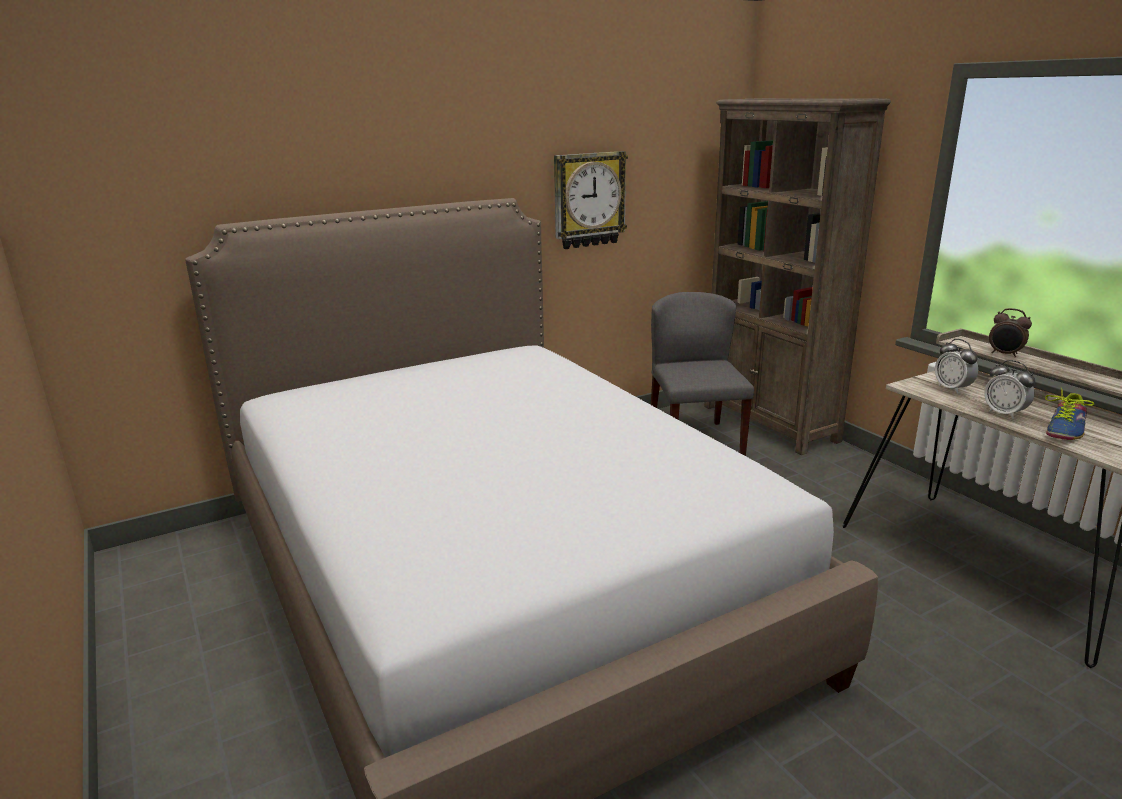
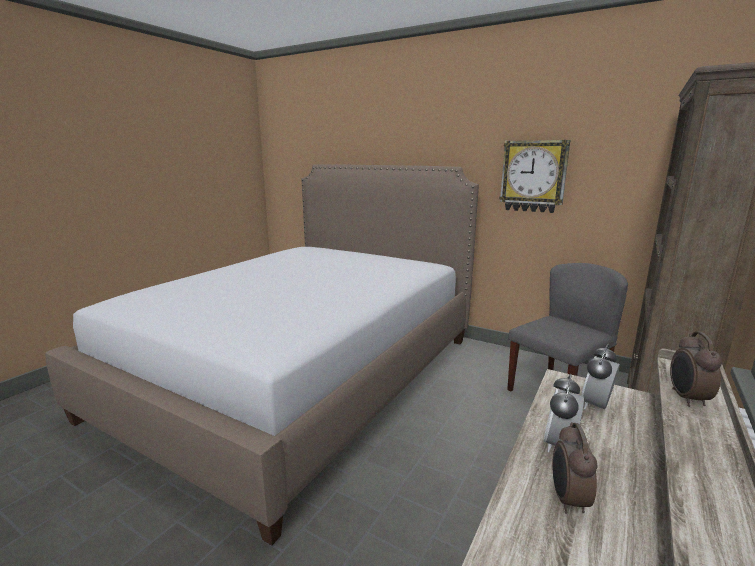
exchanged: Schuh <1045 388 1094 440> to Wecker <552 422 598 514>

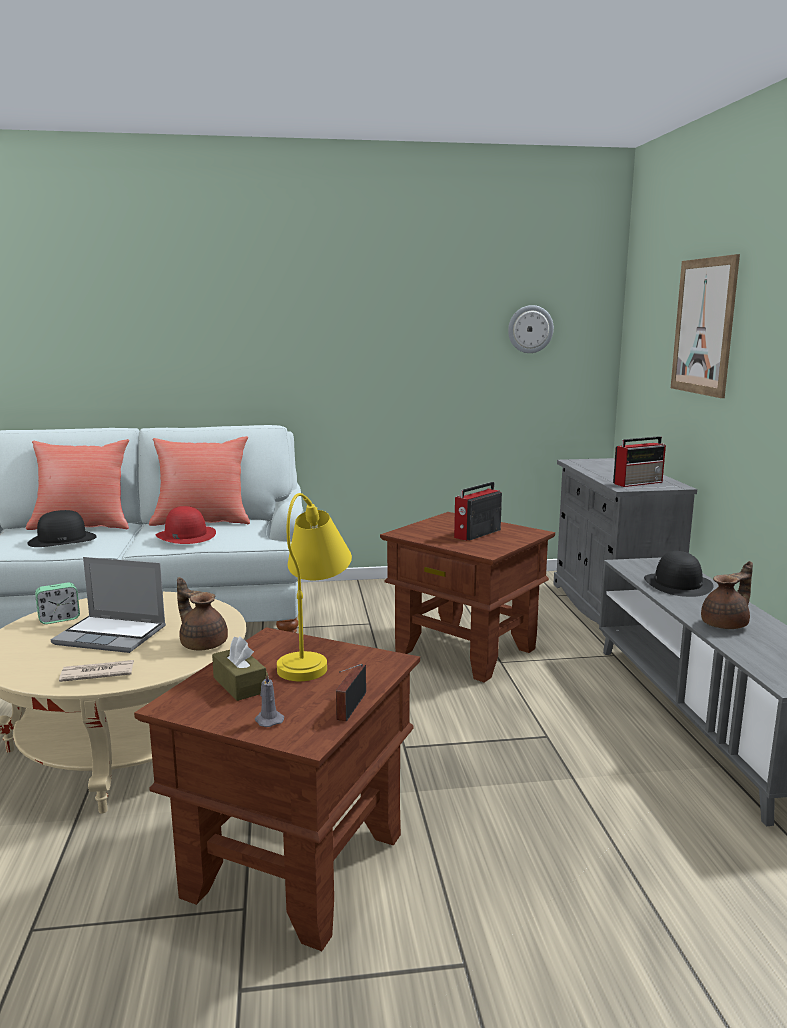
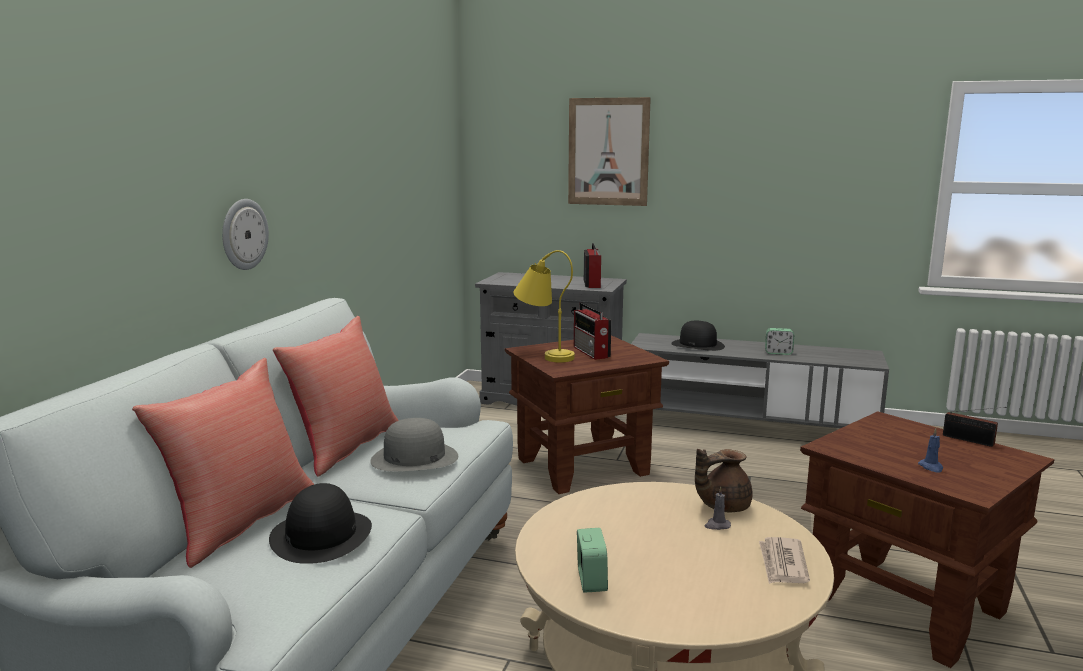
missing: Laptop <51 557 166 653>
relocated: Kerze/grau <255 672 284 727> to <705 486 731 530>; Tischlampe/gelb <277 493 352 681> to <513 250 575 362>; Wanduhr <508 305 554 353> to <222 199 269 270>
exchanged: Taschentuchbox/braun <212 636 266 701> to Kerze/blau <918 428 943 473>; Teekanne/braun <701 561 753 629> to Wecker <765 328 794 355>
colour: Hut/rot <155 506 216 544> to Hut/grau <370 418 458 471>

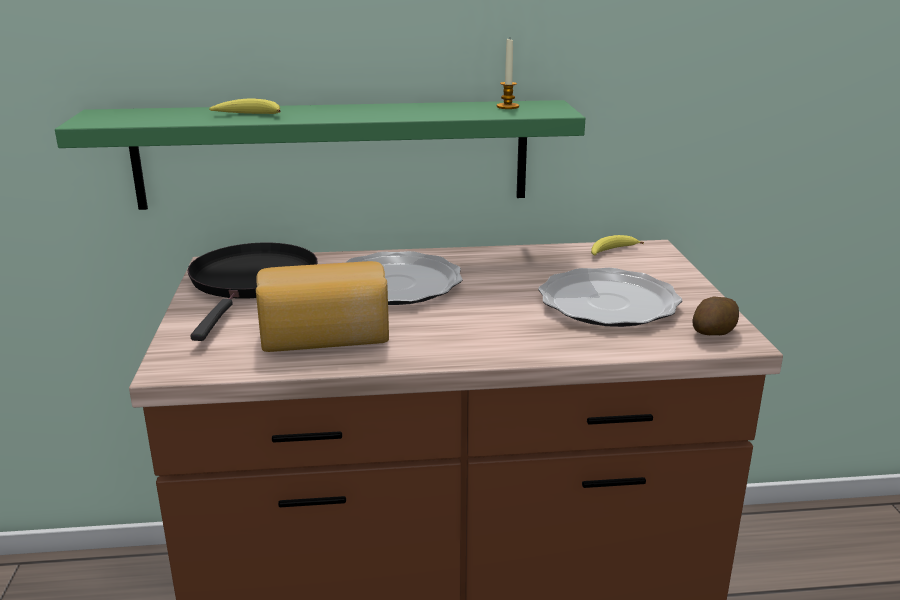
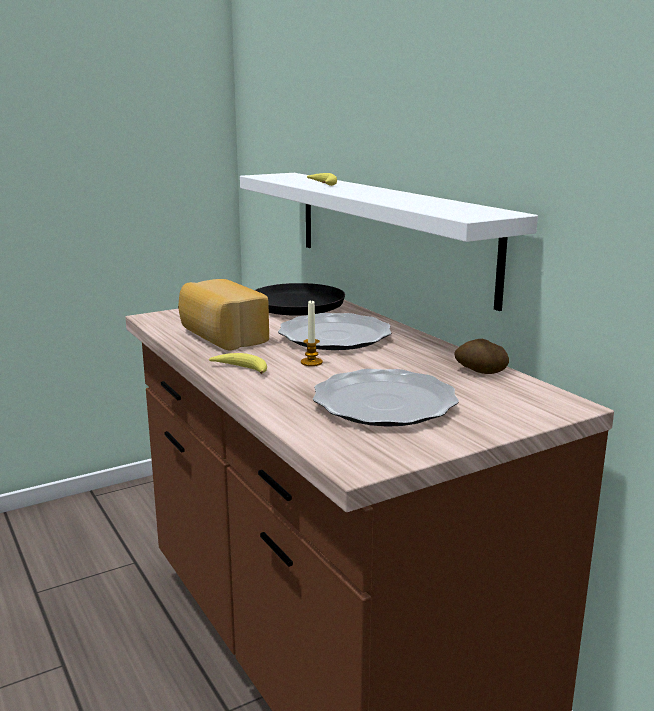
relocated: Kerze <497 39 519 109> to <301 299 323 366>; Banane <591 235 644 256> to <209 353 267 374>; Kartoffel <692 296 739 335> to <454 339 509 374>
colour: Wandregal/grün <55 100 585 210> to Wandregal/weiß <240 173 538 311>

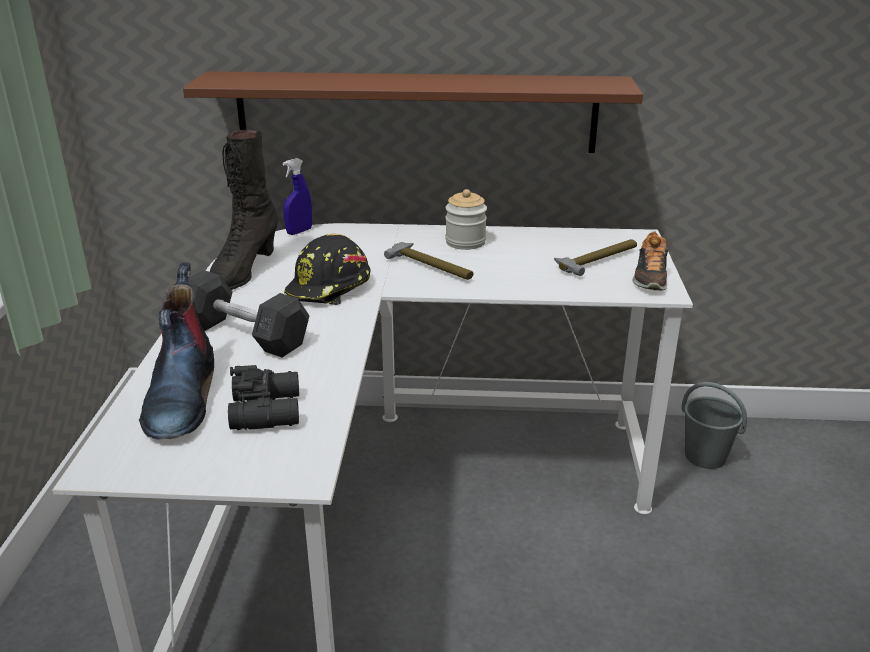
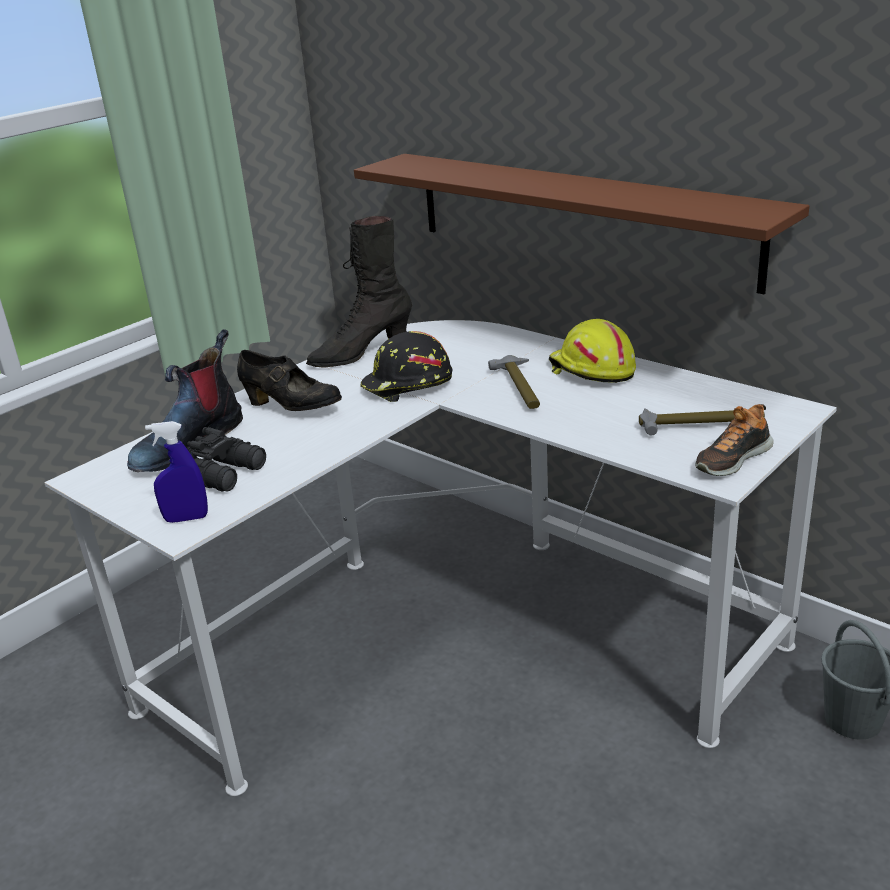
relocated: Sprühflasche/blau <283 158 312 235> to <145 421 208 523>
exchanged: Hantel/grau <189 270 309 358> to Schuh/schwarz <237 350 342 411>; Vorratsglas <445 189 487 250> to Schutzhelm/gelb <549 319 636 383>

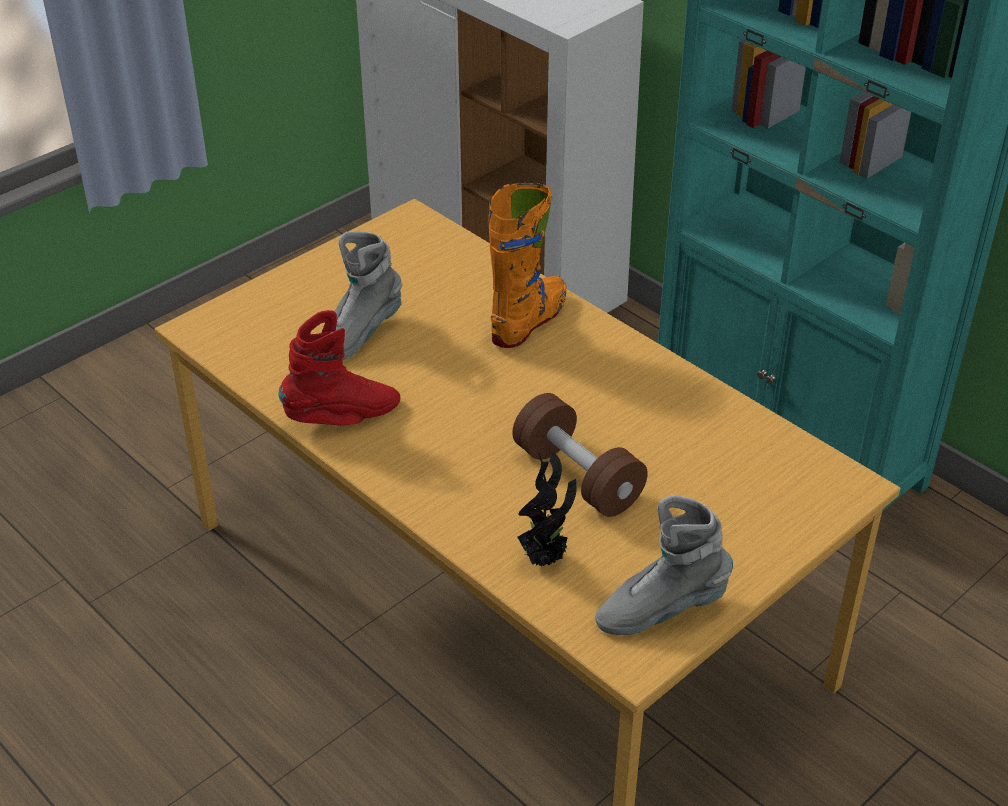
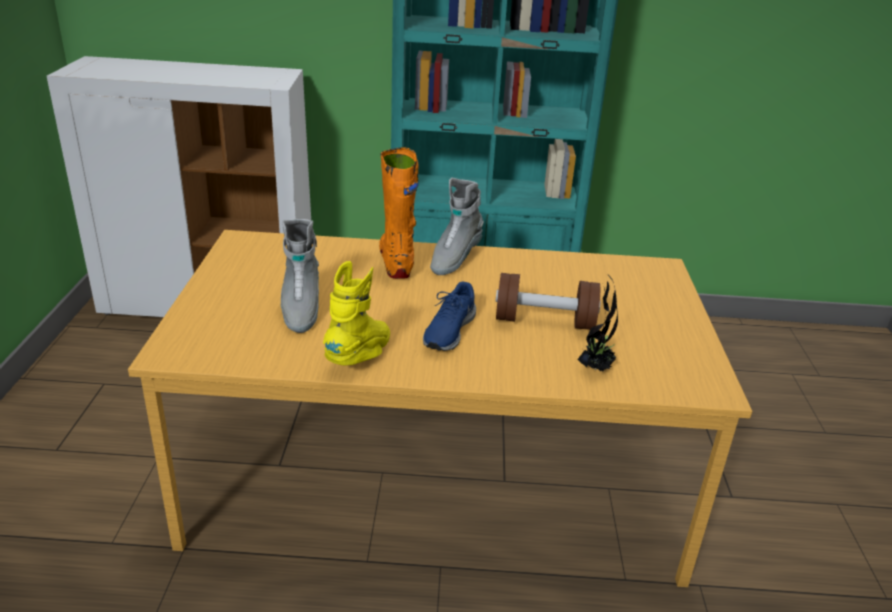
appeared: Schuh/blau <423 281 476 351>
relocated: Stiefel/grau <595 495 733 635> to <430 178 484 275>
colour: Stiefel/rot <278 310 401 425> to Stiefel/gelb <323 261 390 365>

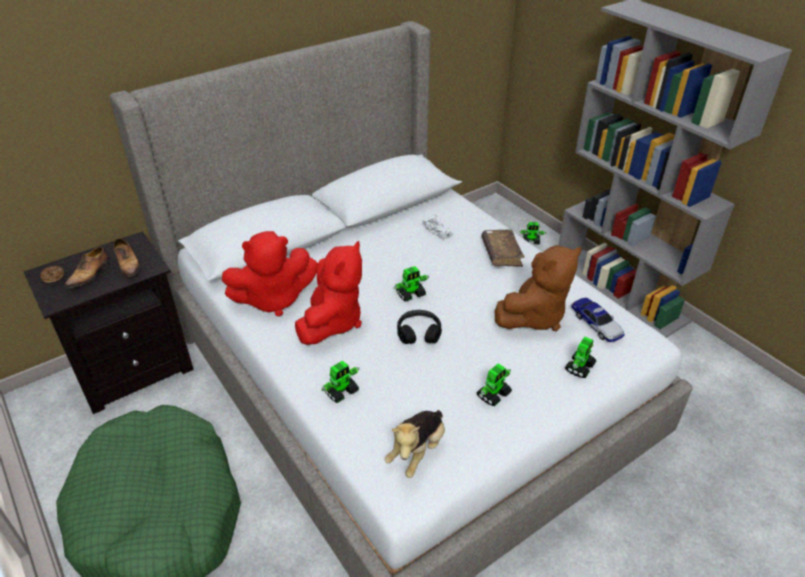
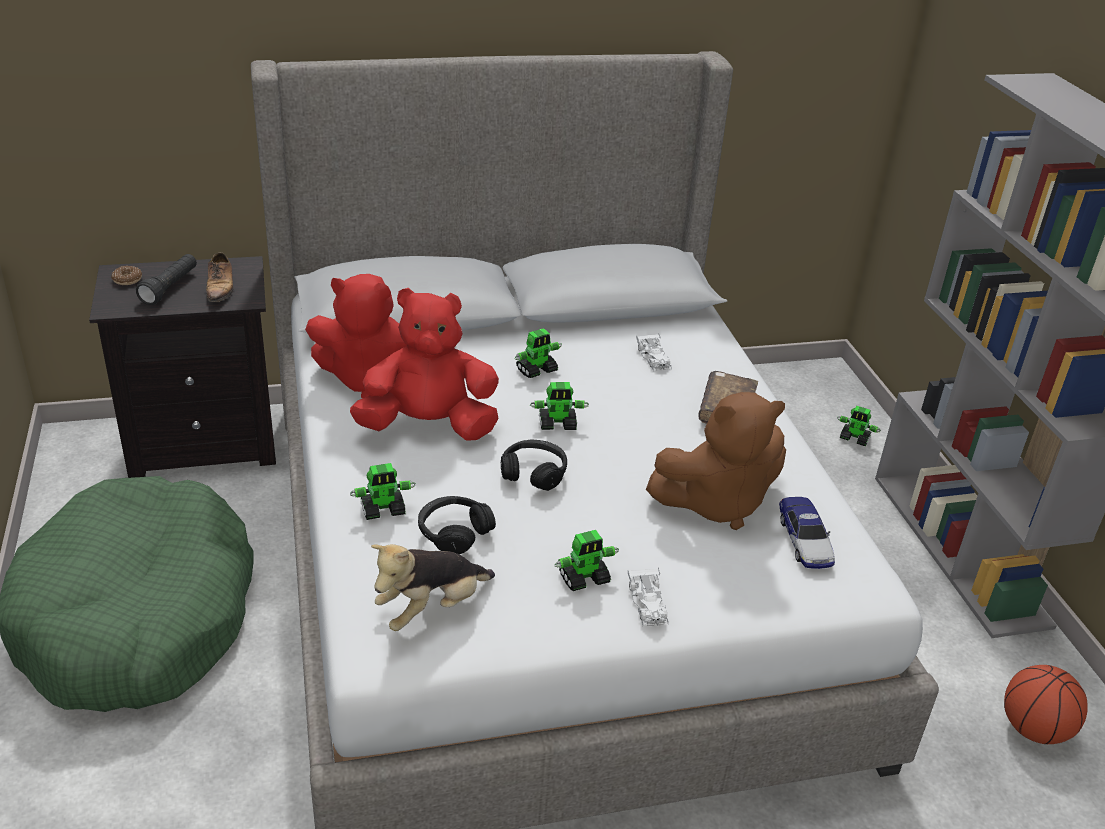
appeared: Kopfhörer/schwarz <418 496 496 554>; Spielzeugauto/weiß <628 568 668 626>; Basketball <1004 665 1088 744>
relocated: Spielzeugroboter <565 337 596 378> to <515 328 562 378>
exchanged: Schuh <65 246 110 288> to Taschenlampe/schwarz <136 254 197 305>
spun: Plüschtier/rot <295 241 362 345> = <350 288 499 441> 135 degrees counterclockwise

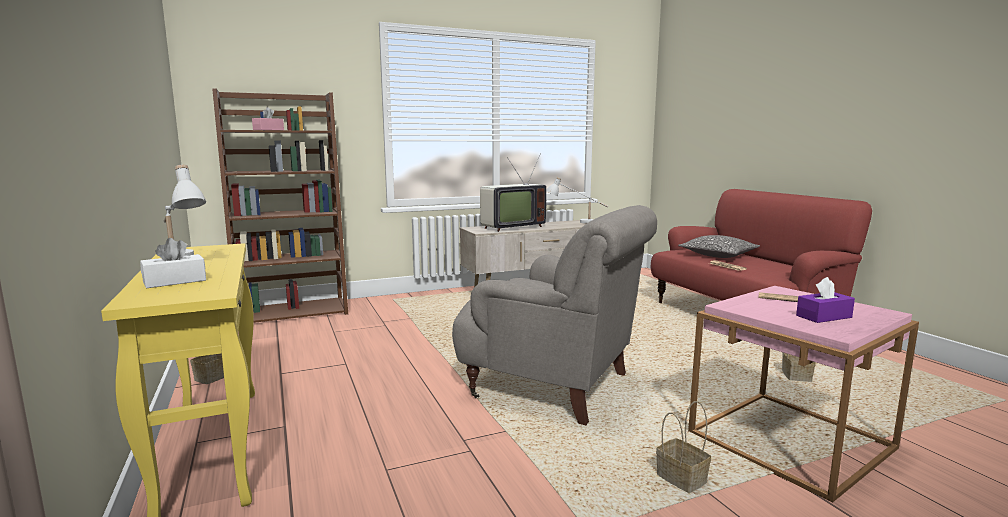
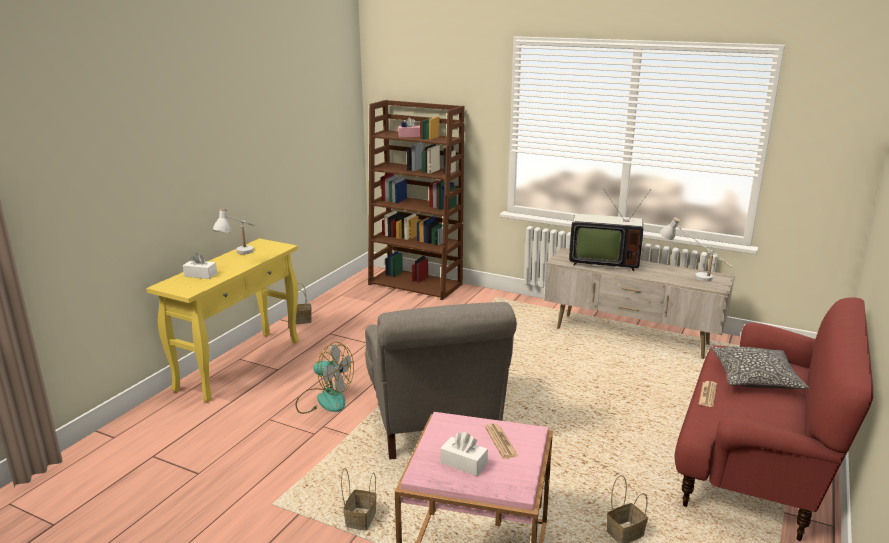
appeared: Ventilator <295 342 354 414>
colour: Taschentuchbox/lila <796 277 855 323> to Taschentuchbox/weiß <440 432 488 476>

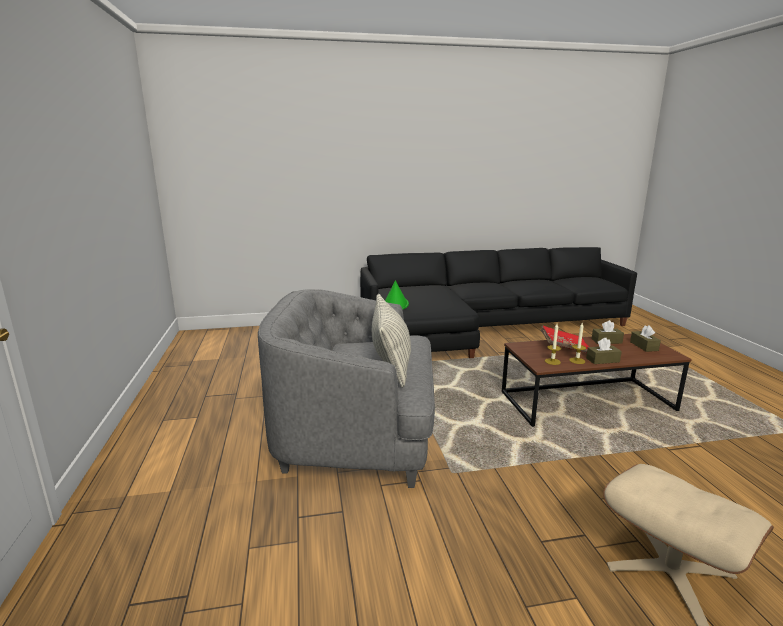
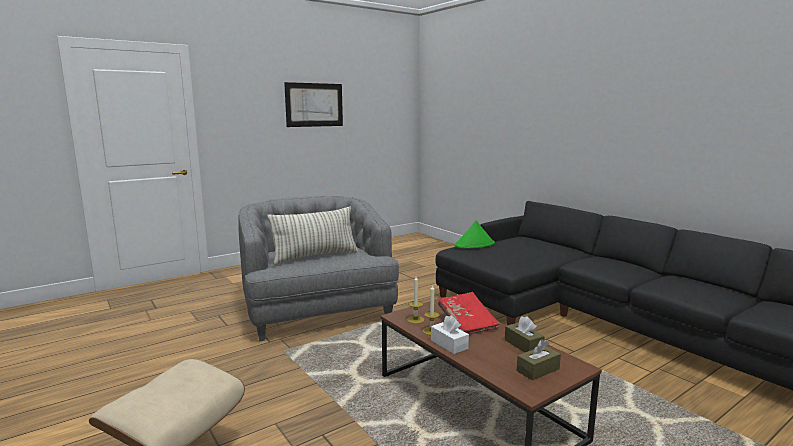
appeared: Bild <284 82 343 127>
colour: Taschentuchbox/braun <586 338 622 364> to Taschentuchbox/weiß <431 315 469 354>

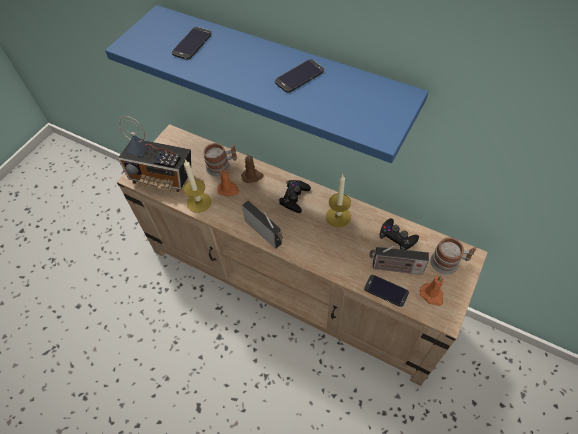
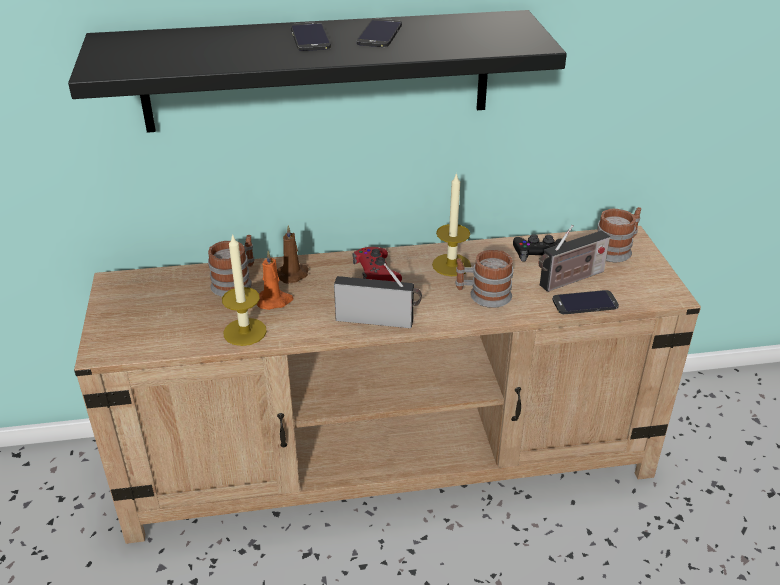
missing: Radio <117 116 191 192>; Kerze/orange <420 276 443 306>
appeared: Henkelbecher <455 250 513 308>
relocated: Handy <172 27 212 60> to <291 22 331 51>
colour: Wandregal/blau <105 5 428 163> to Wandregal/schwarz <68 10 567 133>; Gamepad/schwarz <279 180 311 213> to Gamepad/rot <352 247 402 282>

